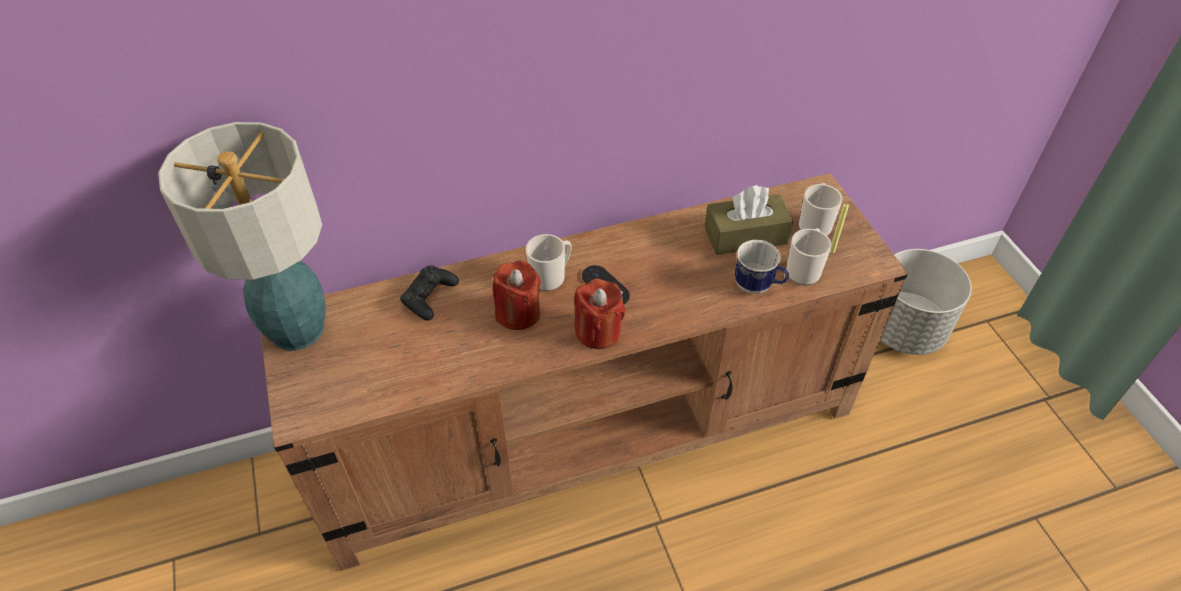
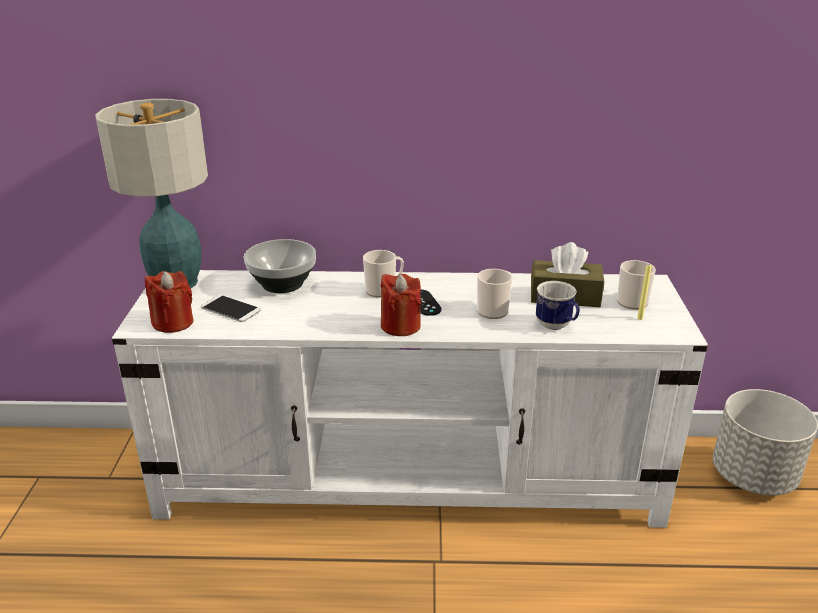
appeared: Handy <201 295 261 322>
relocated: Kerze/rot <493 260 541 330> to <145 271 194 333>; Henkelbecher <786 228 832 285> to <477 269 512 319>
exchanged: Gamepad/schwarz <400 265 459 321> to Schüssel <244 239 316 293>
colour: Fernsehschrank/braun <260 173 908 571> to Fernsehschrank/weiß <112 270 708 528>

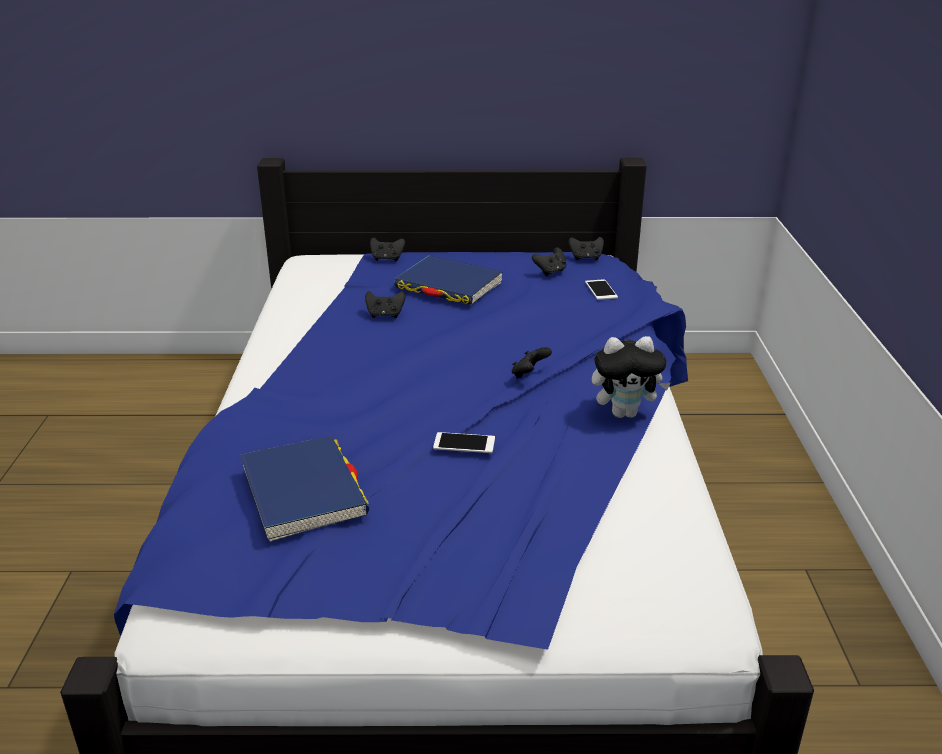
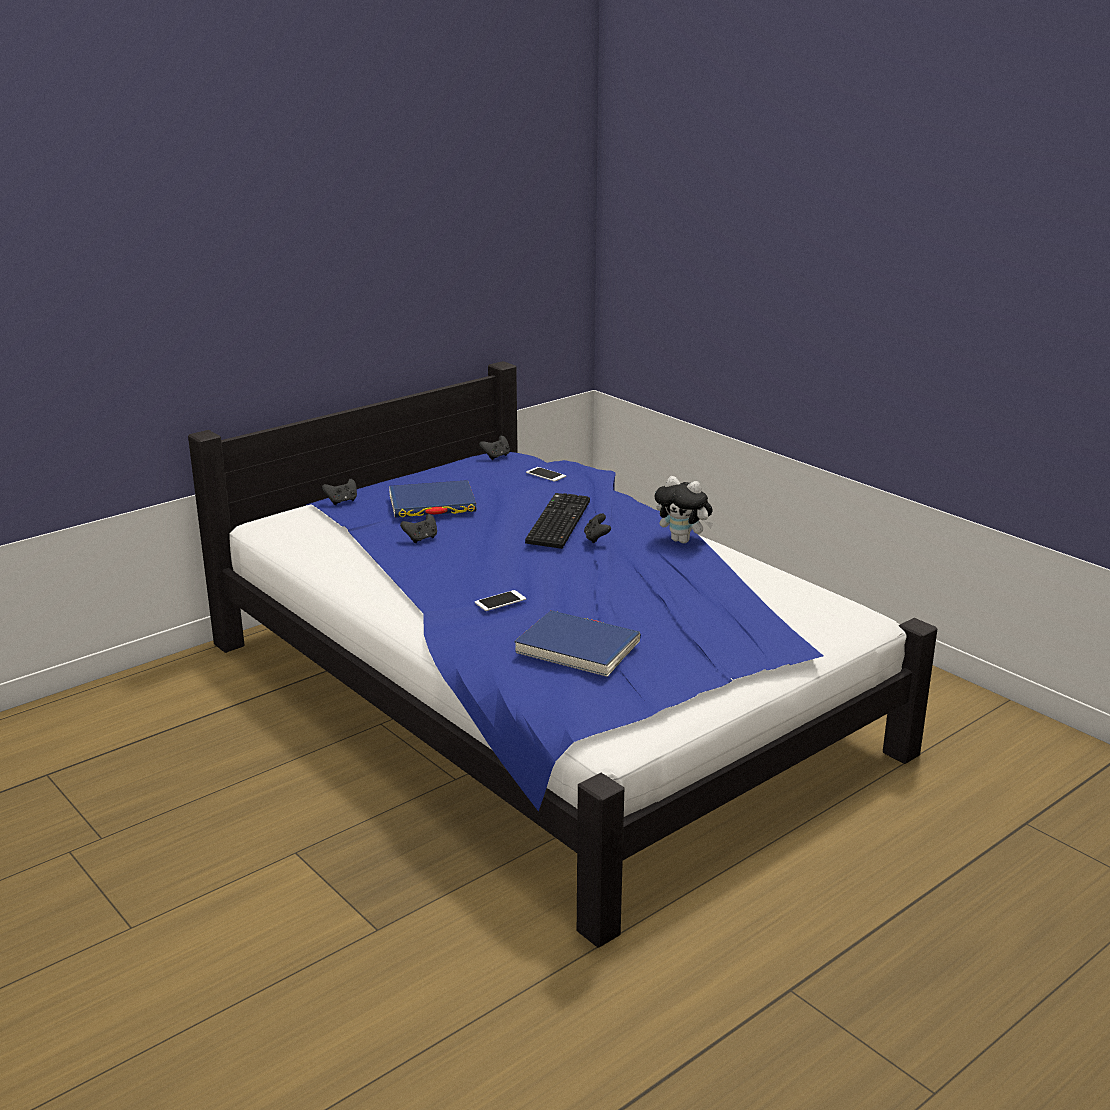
missing: Gamepad/schwarz <532 247 566 276>
appeared: Tastatur <525 493 590 549>
relocated: Handy <433 432 495 453> to <475 590 526 611>
spun: Plüschtier <592 336 671 418> = <655 476 713 543> 75 degrees clockwise

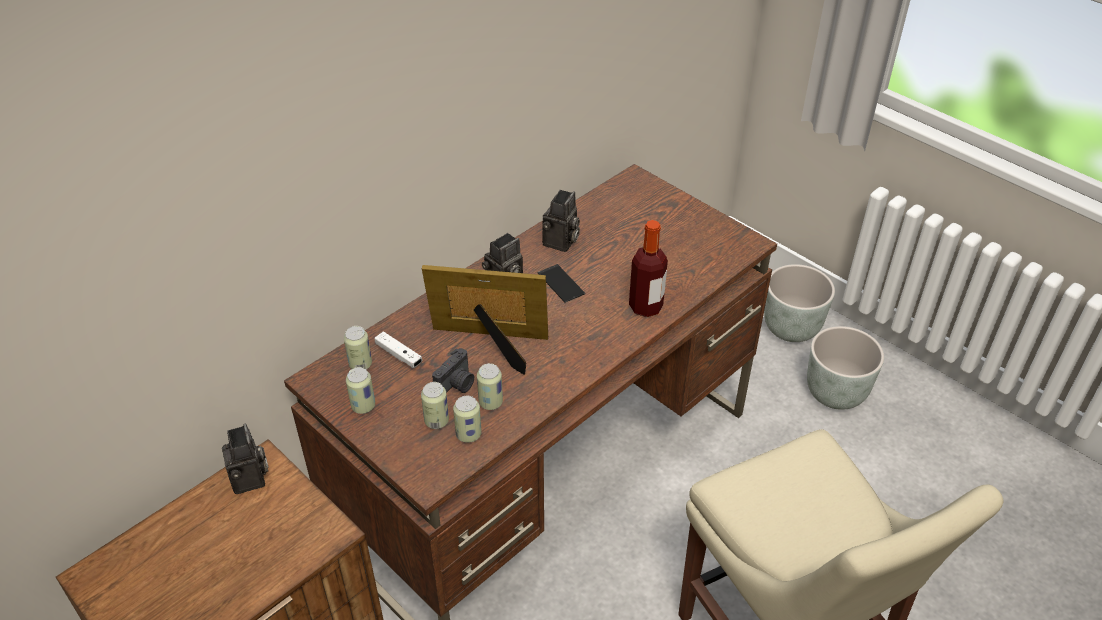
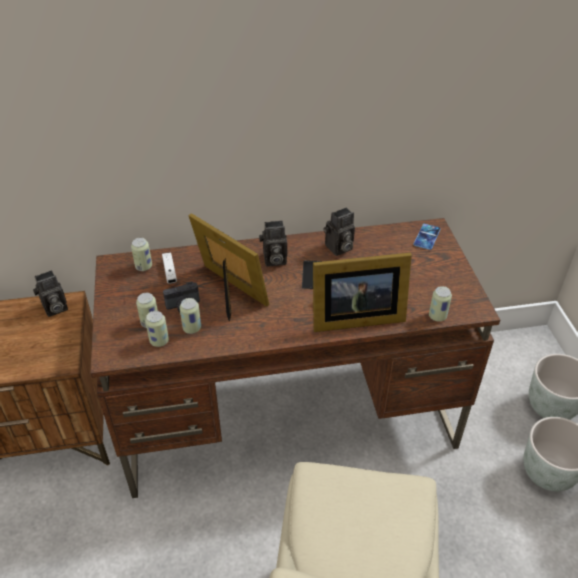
appeared: Handy <413 224 441 250>
relocated: Dose <346 367 375 414> to <429 286 452 322>
exchanged: Flasche <629 220 668 317> to Bilderrahmen <313 253 412 332>
spun: Kamera <222 424 269 494> = <33 270 68 317> 45 degrees clockwise

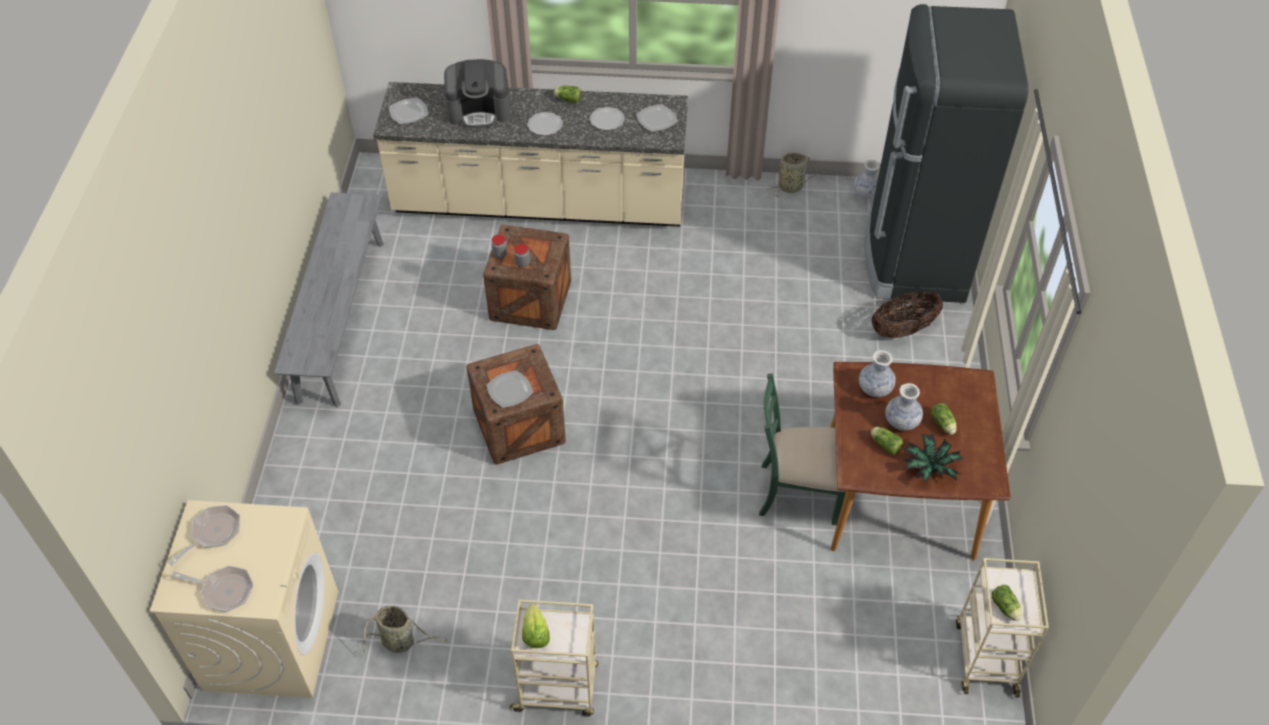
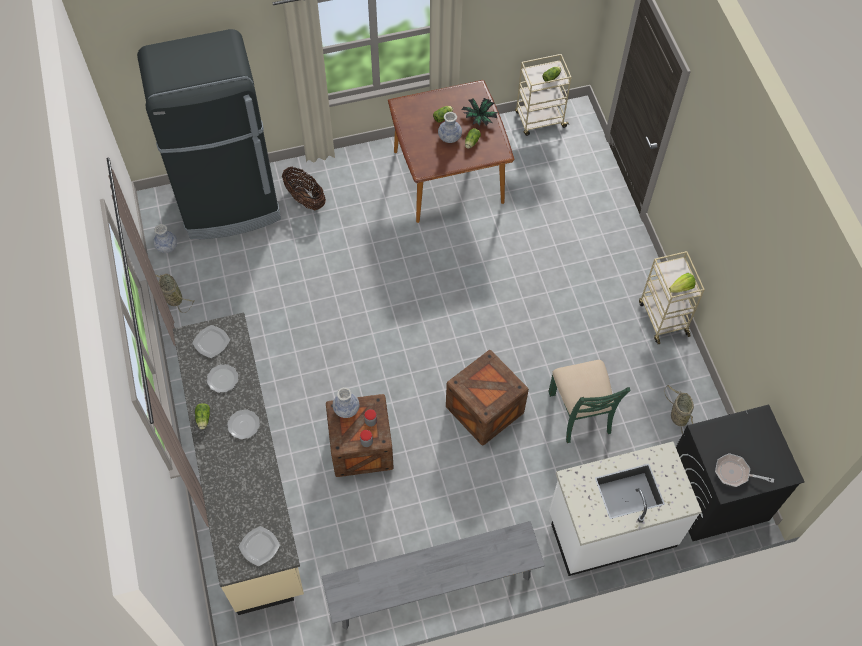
missing: Pfanne <171 566 254 612>; Kaffeemaschine <444 59 511 128>; Teller <486 370 533 408>
appeared: Küchenzeile/weiß <549 441 702 576>
relocated: Stuhl/grün <759 373 846 525> to <548 360 631 443>; Vase <859 350 896 397> to <333 387 359 418>
colour: Waschmaschine/beige <150 500 338 698> to Waschmaschine/schwarz <676 404 805 541>

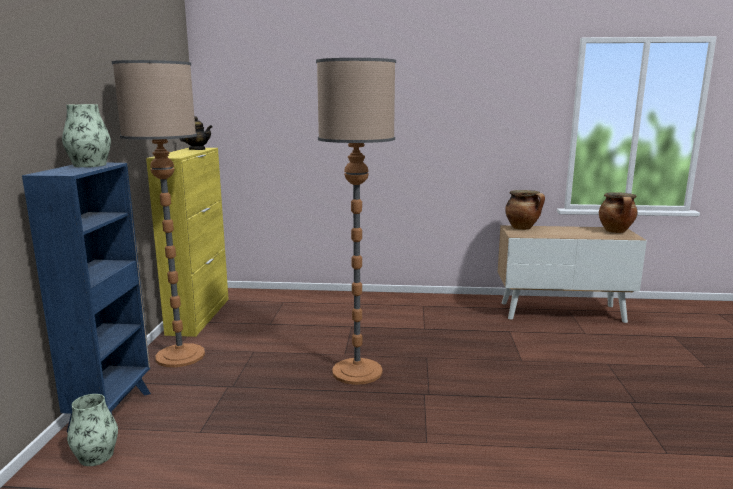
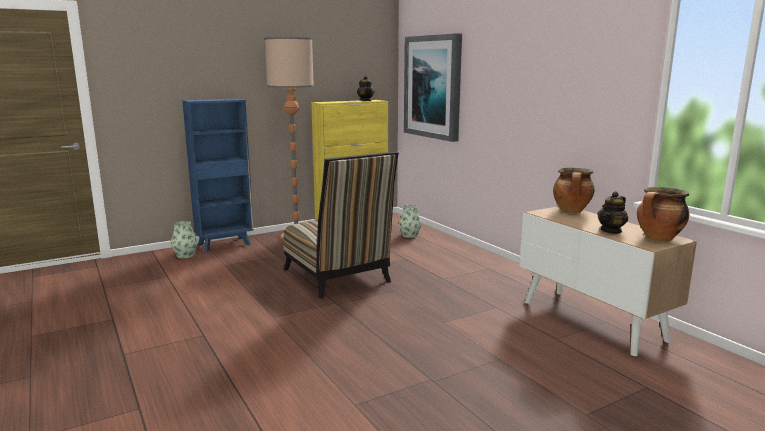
appeared: Bild <404 33 462 142>; Teekanne <597 191 628 234>
relocated: Vase <62 104 111 167> to <399 205 421 238>
exchanged: Stehlampe <316 58 396 385> to Stuhl <283 152 399 299>

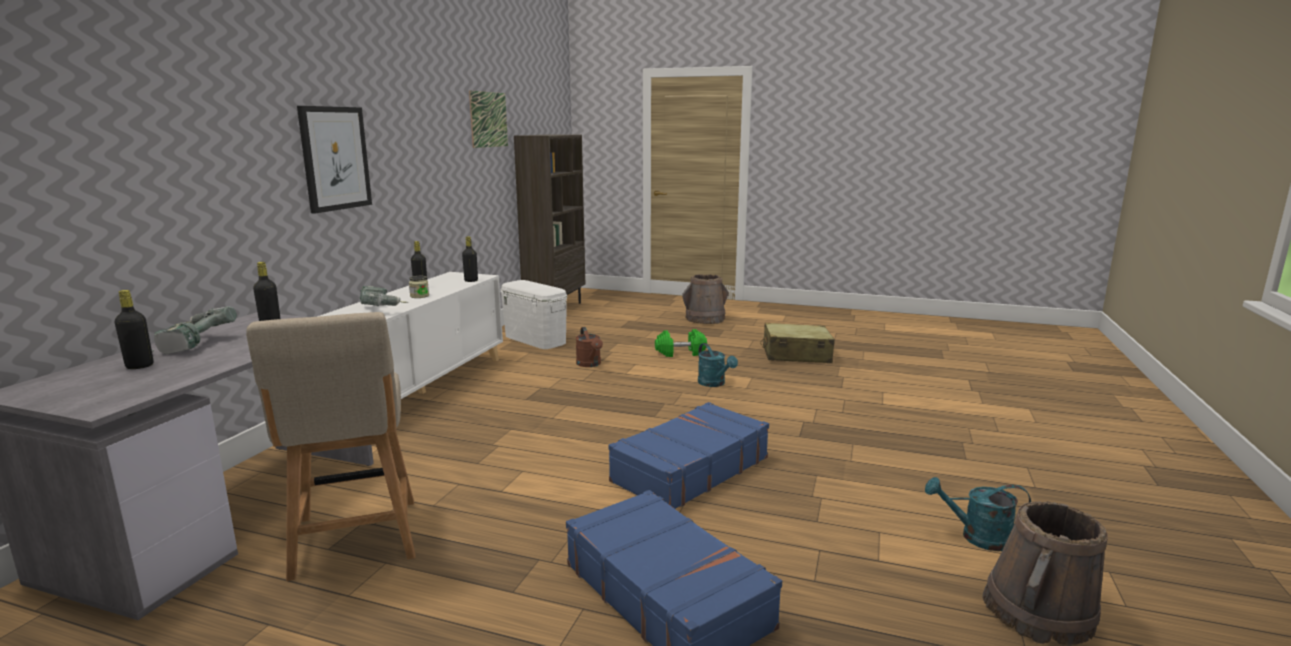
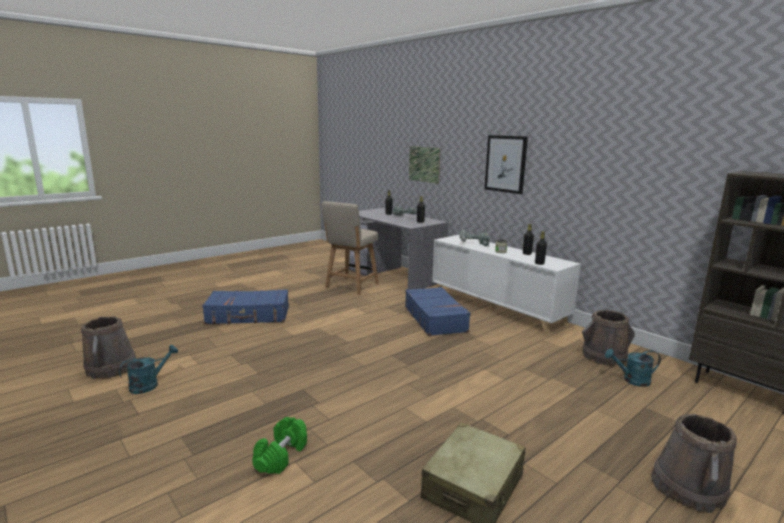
missing: Gießkanne/braun <576 327 603 367>
relocated: Bild <469 91 508 148> to <409 146 441 184>; Koffer/blau <608 402 769 509> to <405 287 471 336>; Hantel/grün <655 329 707 357> to <252 417 307 474>; Gießkanne/türkis <698 343 738 387> to <605 349 661 387>
exchanged: Aufbewahrungsbox/weiß <500 280 567 349> to Eimer/braun <582 310 635 366>
spun: Stuhl/beige <246 312 415 581> = <321 201 379 295> 75 degrees counterclockwise

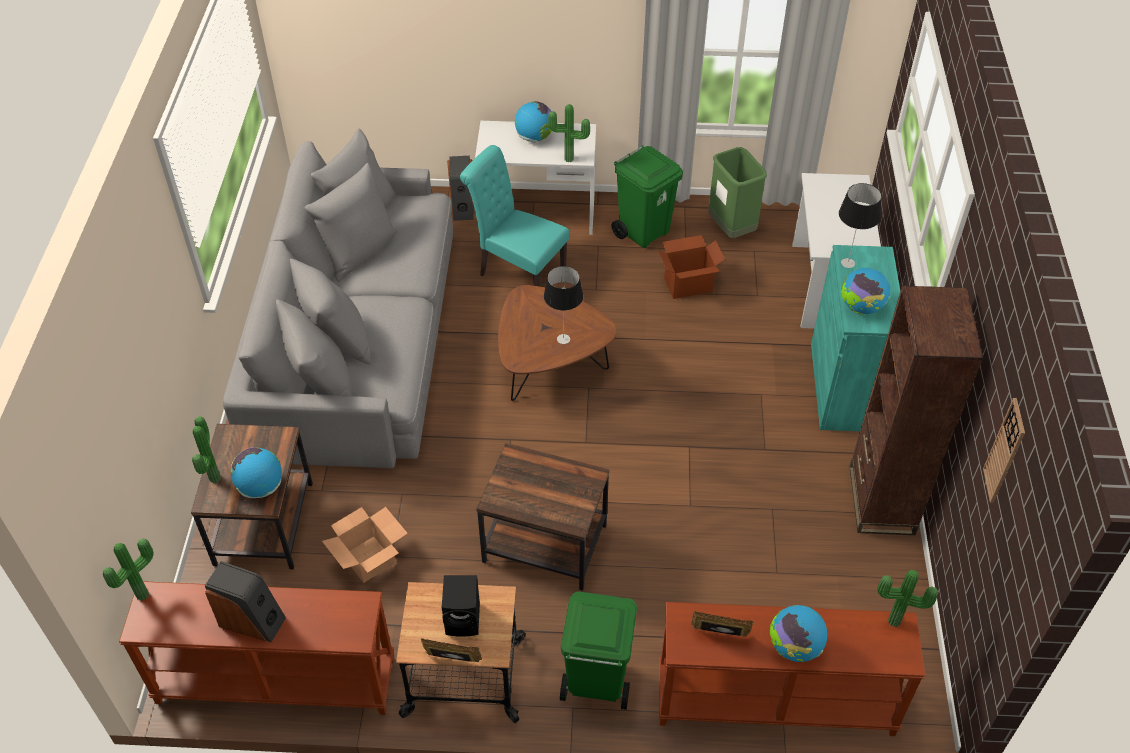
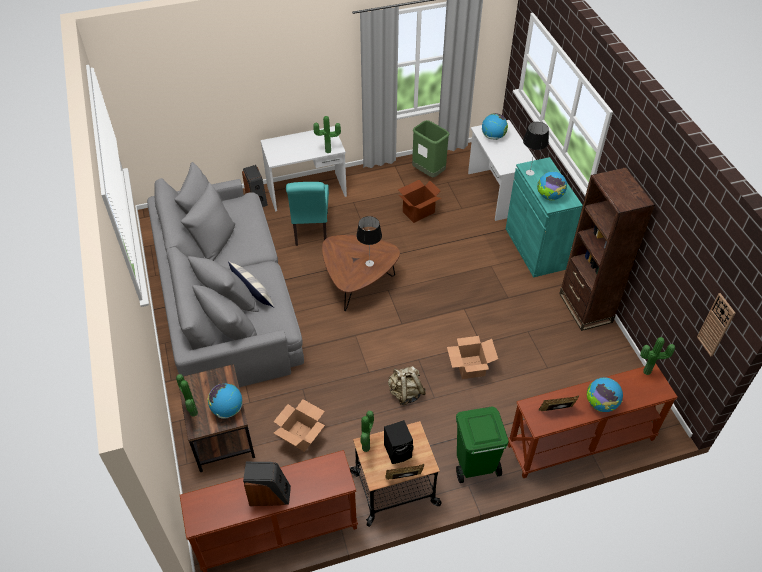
missing: Mülleimer/grün <611 146 683 248>
appeared: Kissen <228 261 274 308>; Karton <447 336 498 379>
relocated: Topfpflanze <103 538 154 601> to <361 411 374 452>; Globus <515 101 552 143> to <482 113 508 140>; Wanduhr <983 398 1025 503> to <697 293 735 356>
exchanged: Beistelltisch/braun <476 443 609 590> to Rucksack/beige <388 366 426 405>
spun: Stuhl/türkis <460 145 570 287> = <286 182 329 246> 105 degrees counterclockwise

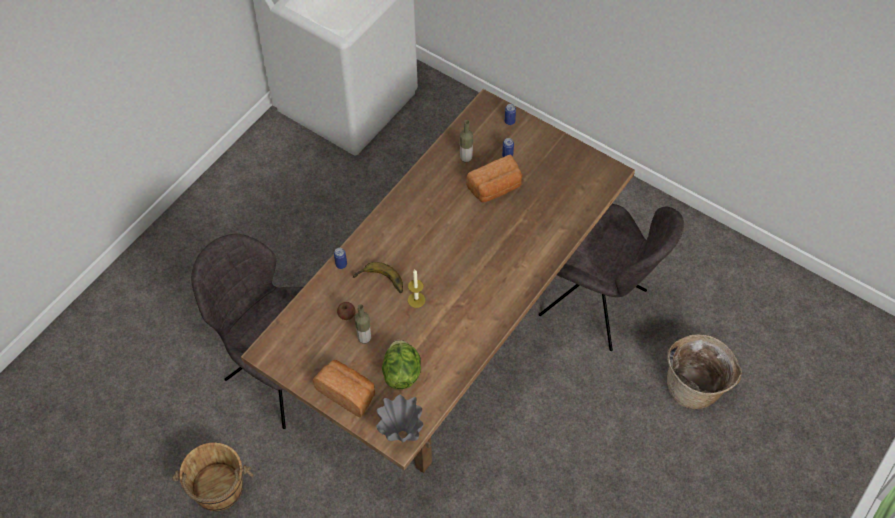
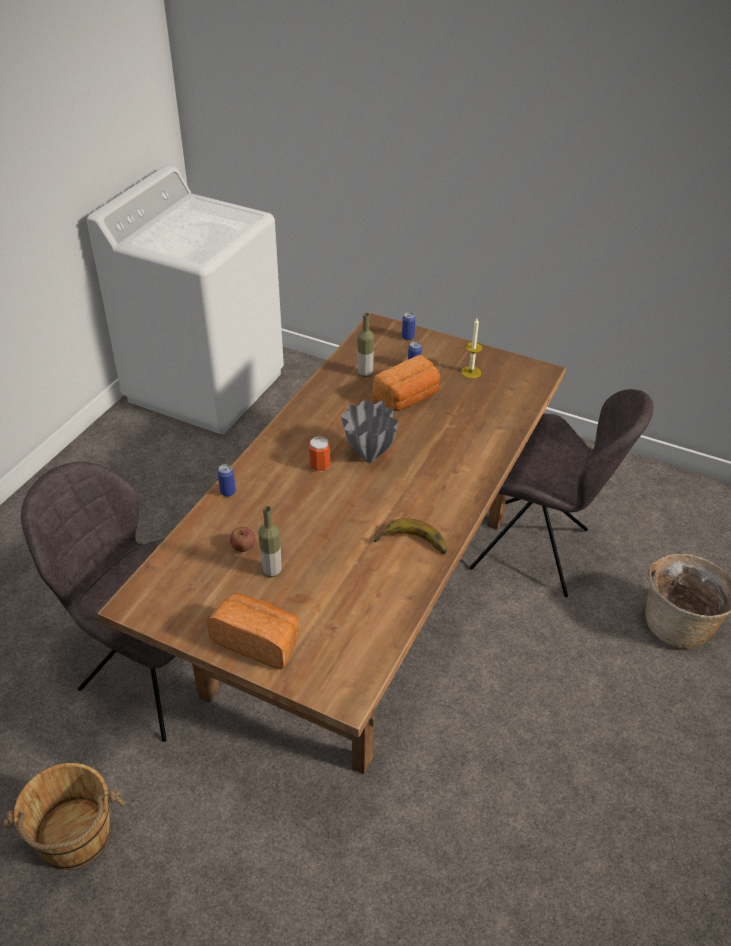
missing: Salatkopf <382 340 421 389>
appeared: Dose <309 436 330 472>
relocated: Banane <353 262 403 293> to <374 518 447 555>; Vase/grau <376 395 423 442> to <341 401 398 463>; Kerze <408 270 425 308> to <461 318 483 379>

